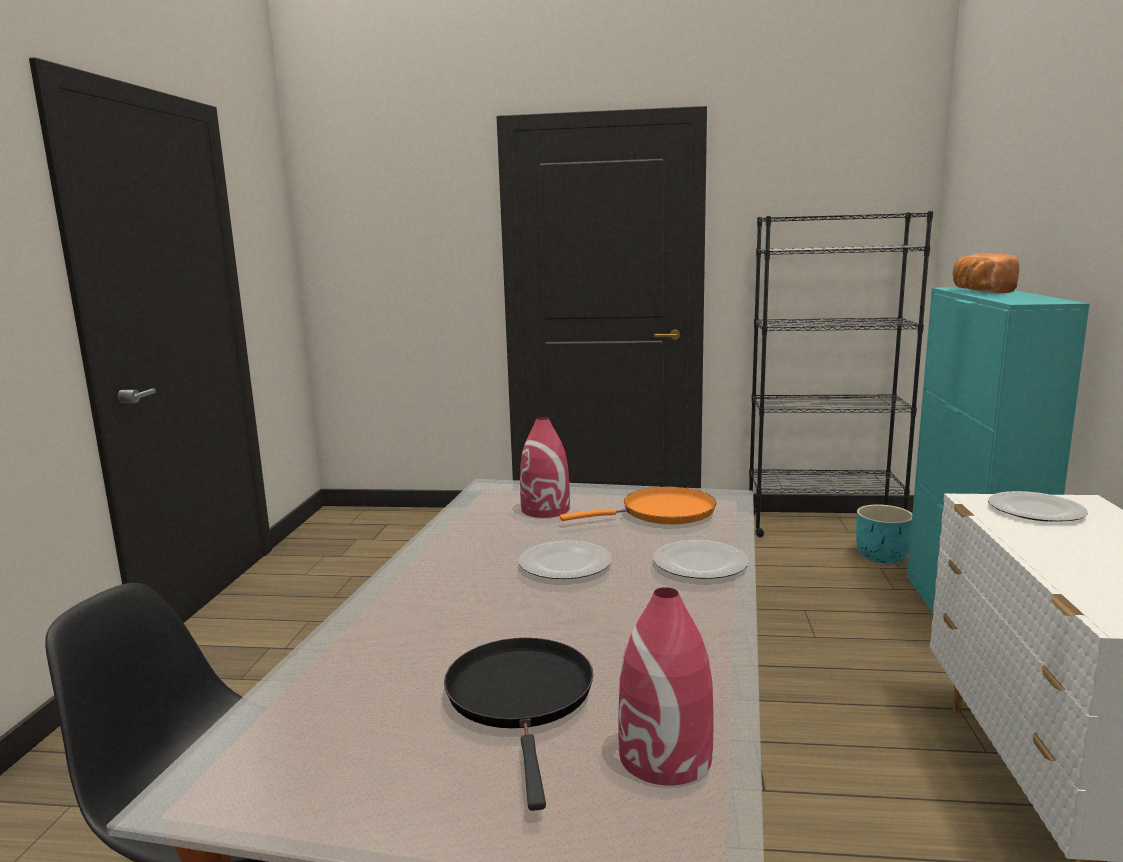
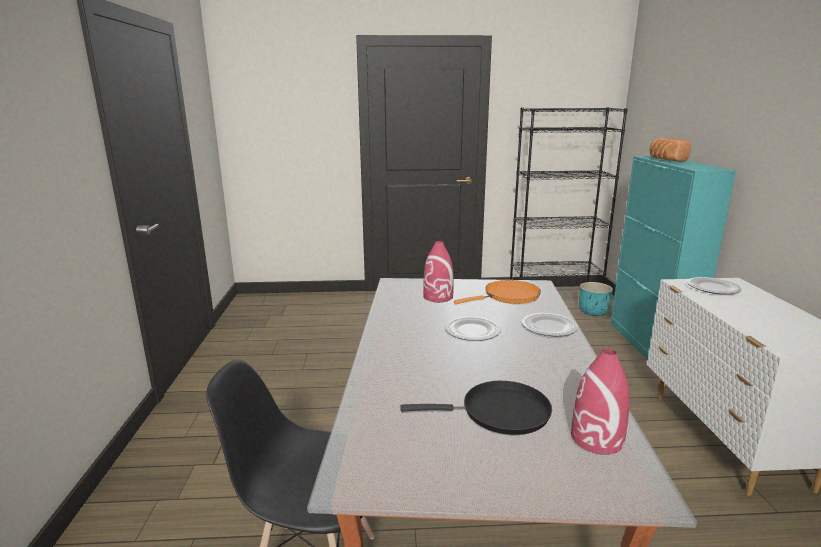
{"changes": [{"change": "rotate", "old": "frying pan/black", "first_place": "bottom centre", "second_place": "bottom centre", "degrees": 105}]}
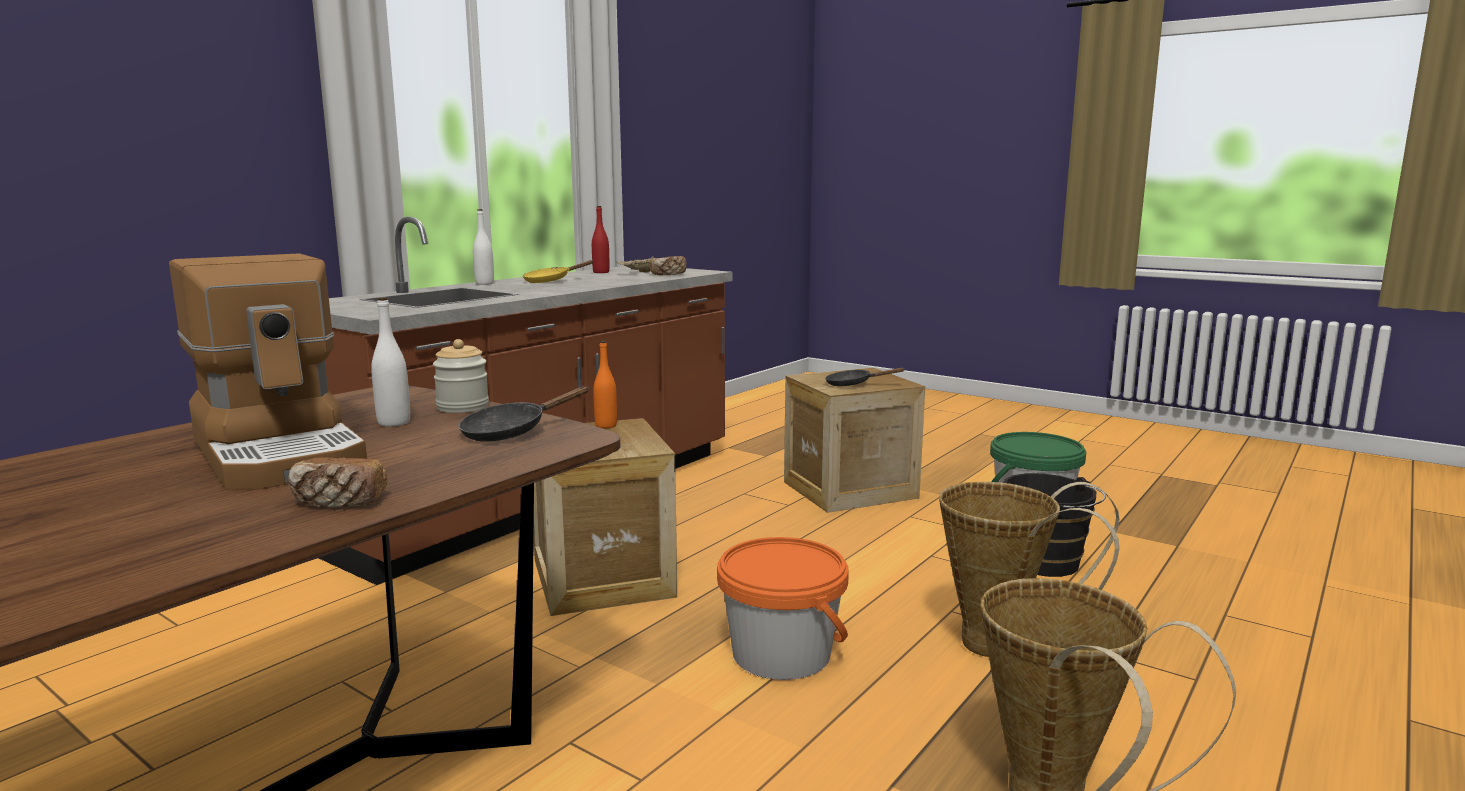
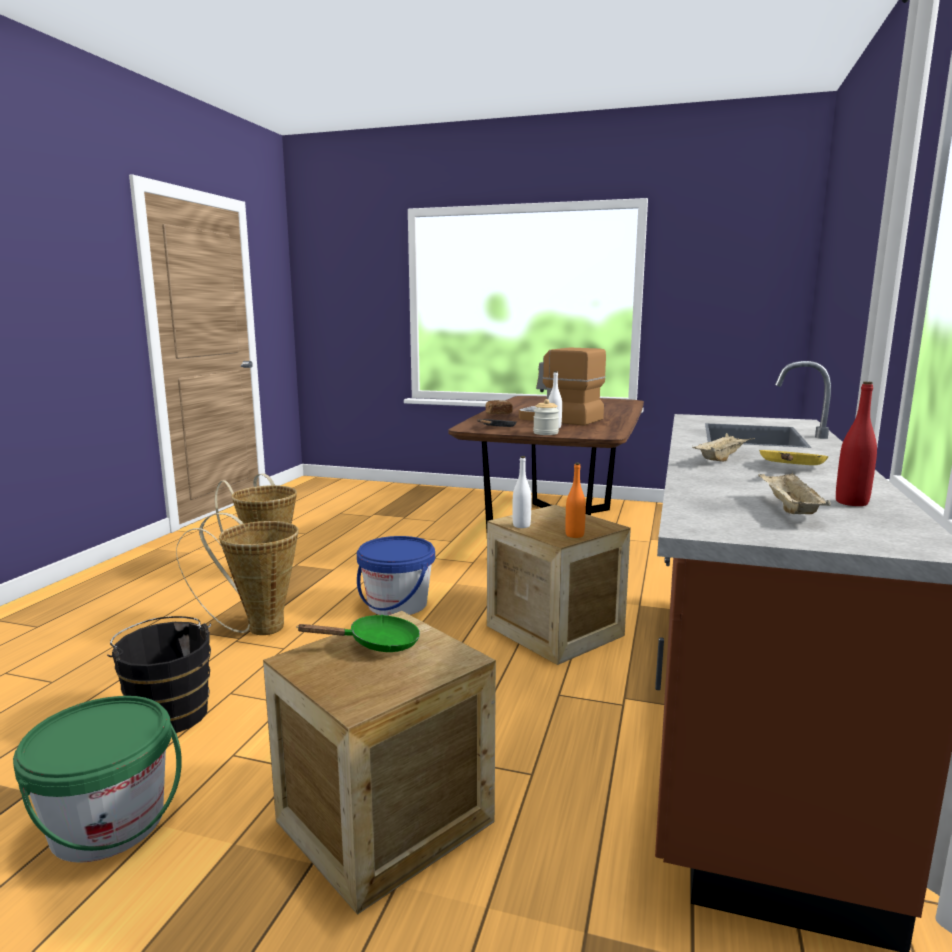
{"changes": [{"change": "delete", "old": "bakery bread (2nd from left)", "first_place": "centre"}, {"change": "insert", "new": "serving tray/beige-coloured (1st from left)", "second_place": "middle right"}, {"change": "move", "old": "drink bottle/white-coloured (2nd from left in the first image)", "new": "drink bottle/white-coloured (1st from left)", "first_place": "top left", "second_place": "centre"}, {"change": "recolor", "old": "pail/orangey", "new": "pail/blue", "first_place": "bottom centre", "second_place": "centre"}, {"change": "recolor", "old": "frying pan/black (2nd from left)", "new": "frying pan/green", "first_place": "centre", "second_place": "centre"}]}
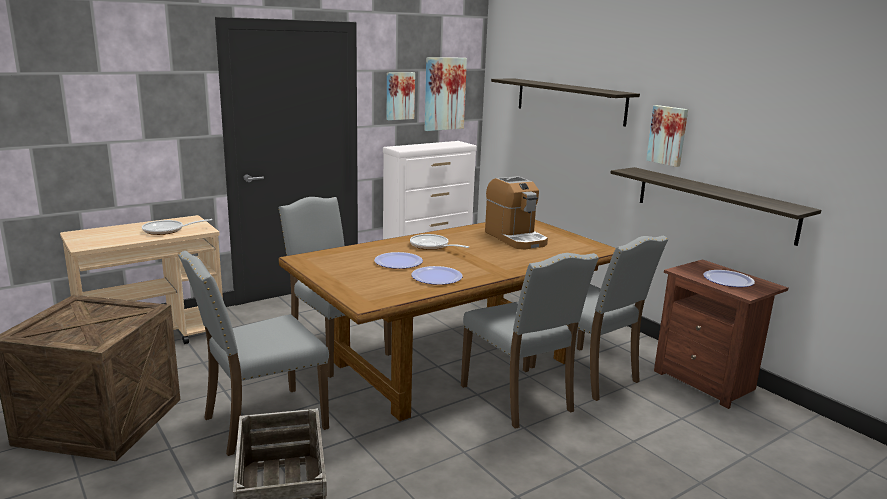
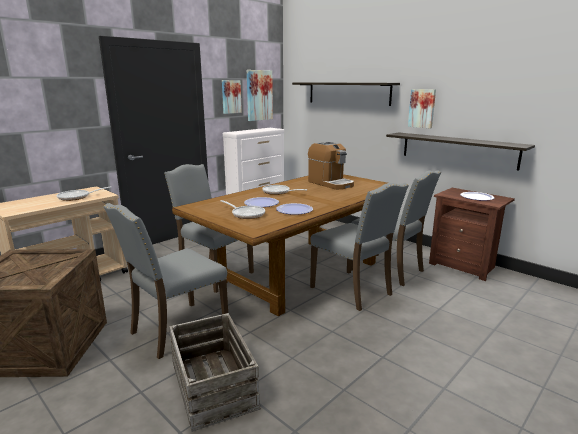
{"changes": [{"change": "insert", "new": "frying pan (2nd from left)", "second_place": "centre"}]}
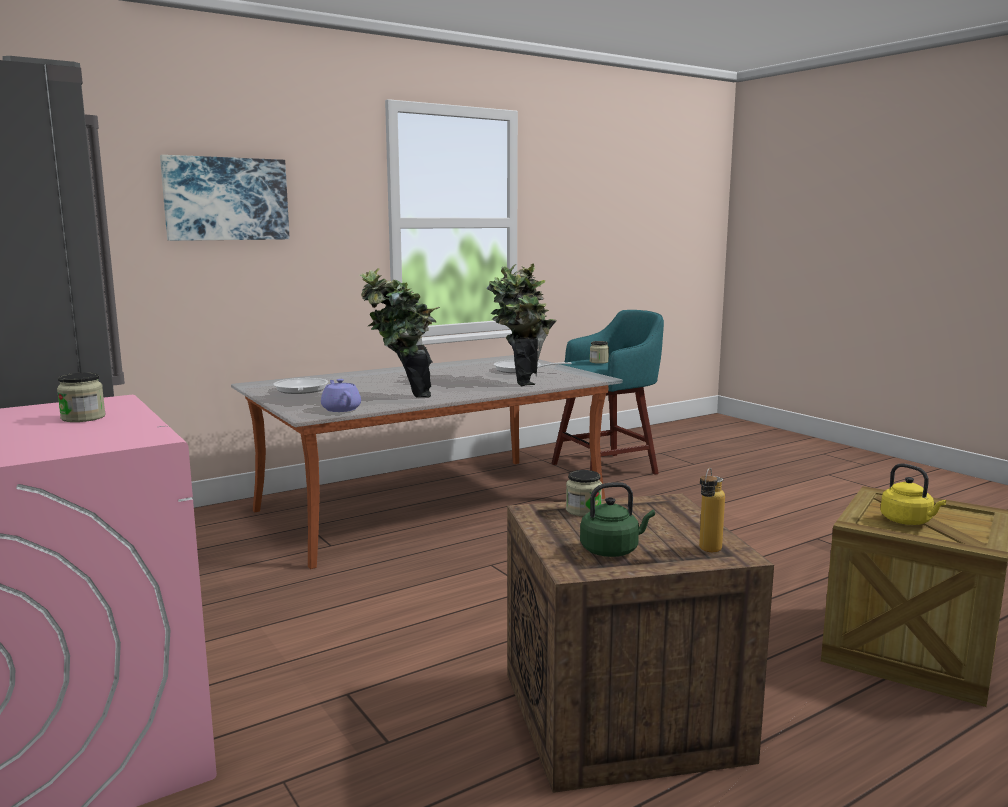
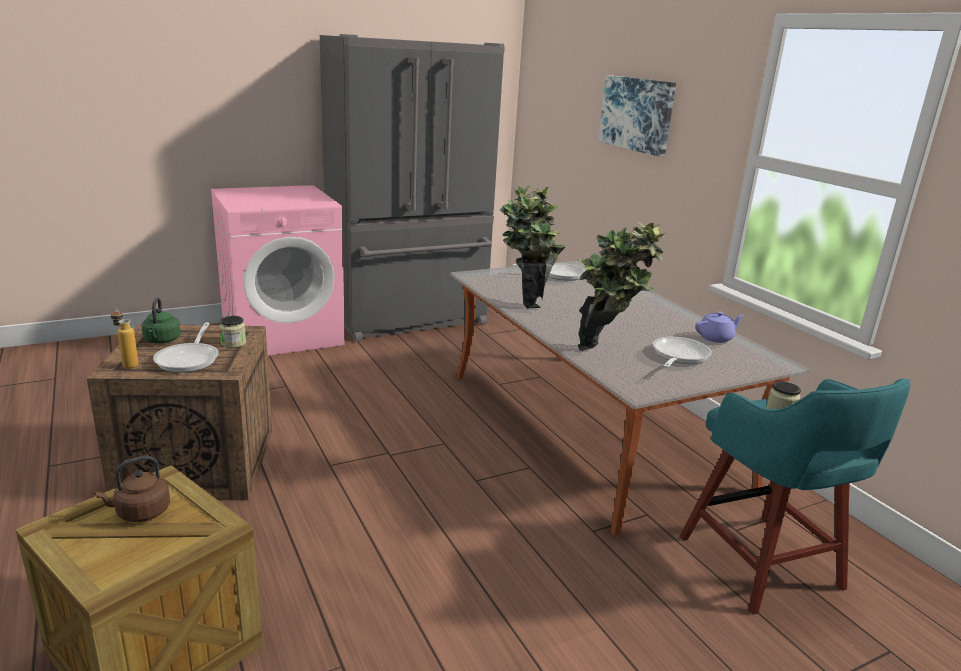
{"changes": [{"change": "delete", "old": "preserve jar (1st from left)", "first_place": "middle left"}, {"change": "insert", "new": "frying pan (1st from left)", "second_place": "middle left"}, {"change": "move", "old": "tea pot/purplish", "first_place": "centre", "second_place": "middle right"}, {"change": "recolor", "old": "kettle/yellow-coloured", "new": "kettle/brown", "first_place": "middle right", "second_place": "bottom left"}]}
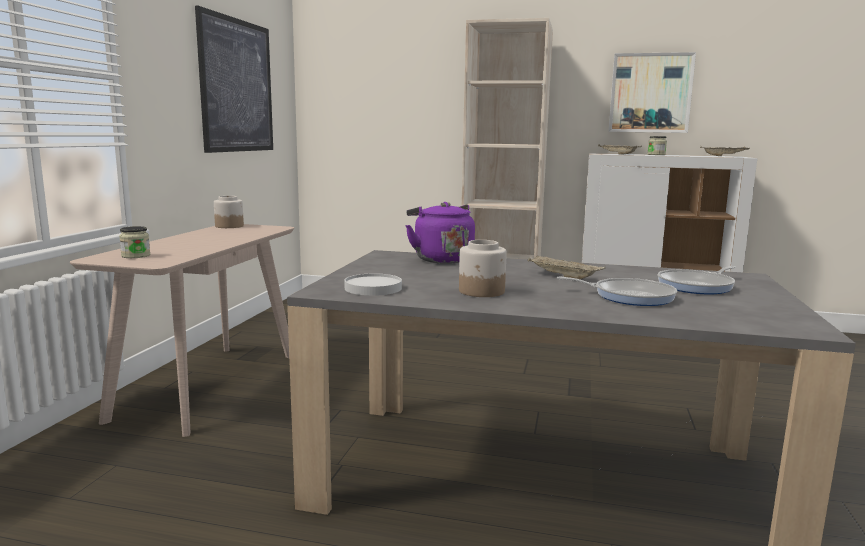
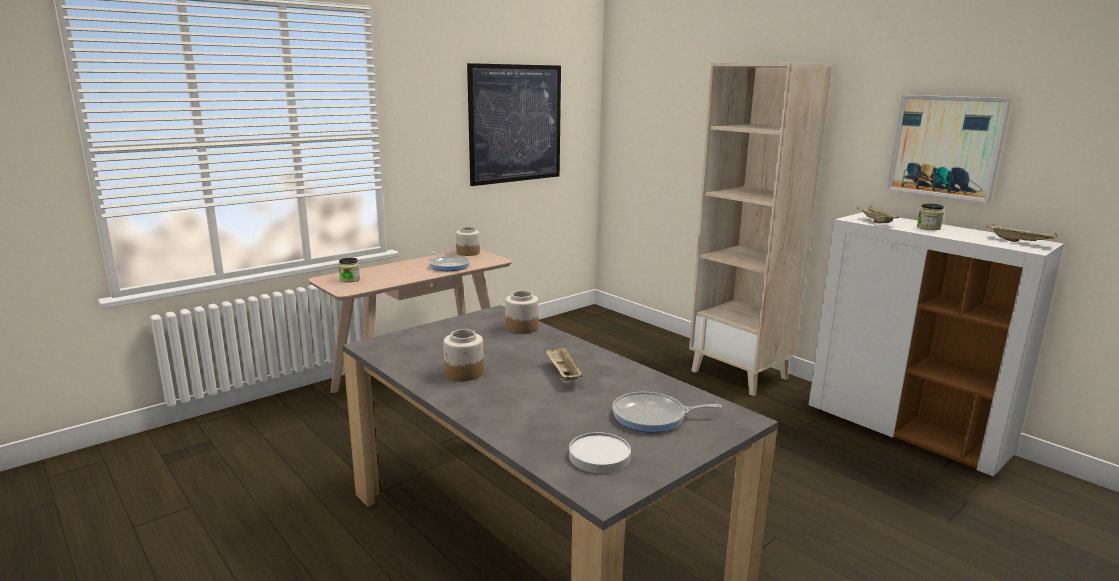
{"changes": [{"change": "move", "old": "plate/white-coloured", "first_place": "centre", "second_place": "bottom centre"}, {"change": "move", "old": "frying pan (1st from left)", "first_place": "middle right", "second_place": "centre"}, {"change": "replace", "old": "kettle/purplish", "new": "preserve jar (4th from left)", "first_place": "centre", "second_place": "centre"}]}
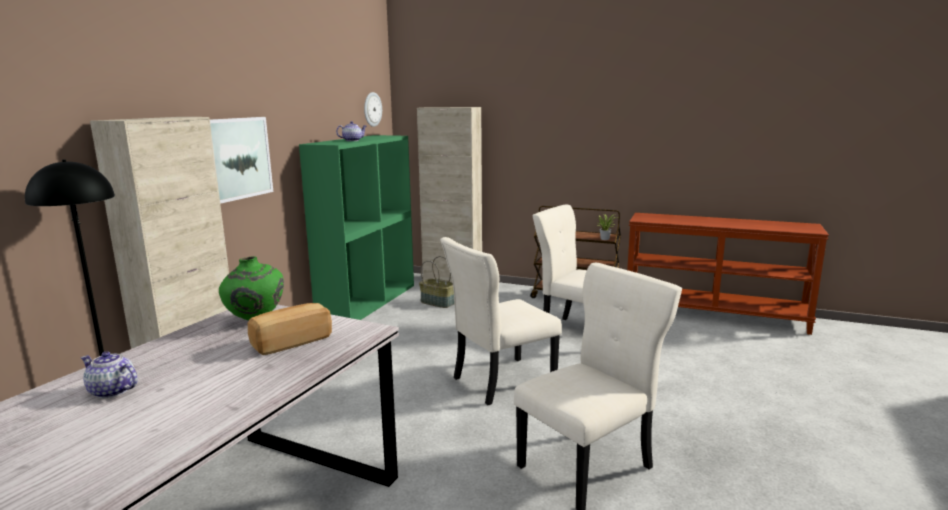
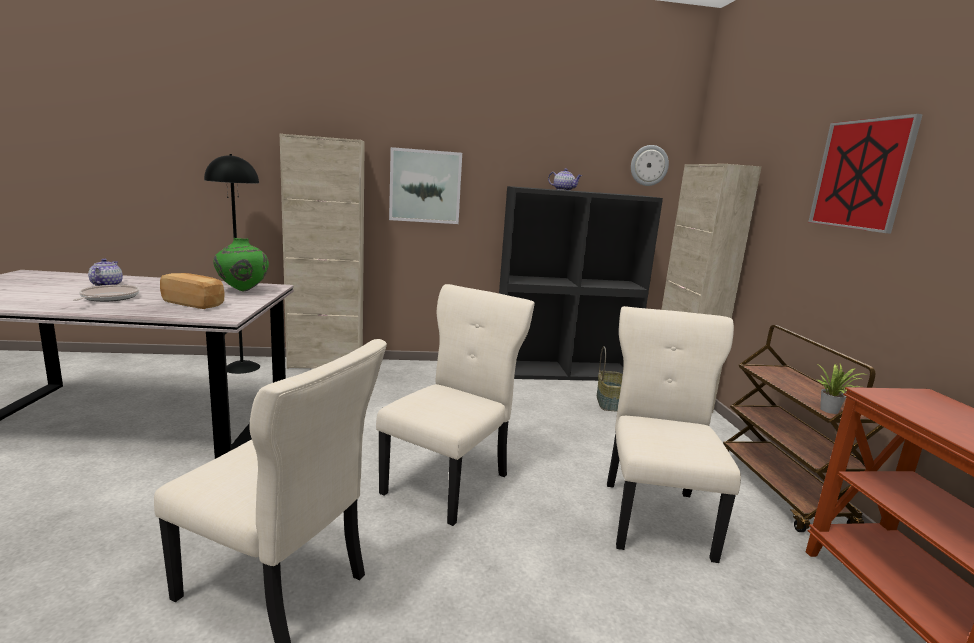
{"changes": [{"change": "insert", "new": "frying pan", "second_place": "middle left"}, {"change": "insert", "new": "wall picture (2nd from left)", "second_place": "top right"}, {"change": "recolor", "old": "bookcase/green", "new": "bookcase/black", "first_place": "centre", "second_place": "centre"}, {"change": "rotate", "old": "plain chair/beige-coloured (1st from left in the first image)", "first_place": "centre", "second_place": "centre", "degrees": 90}]}
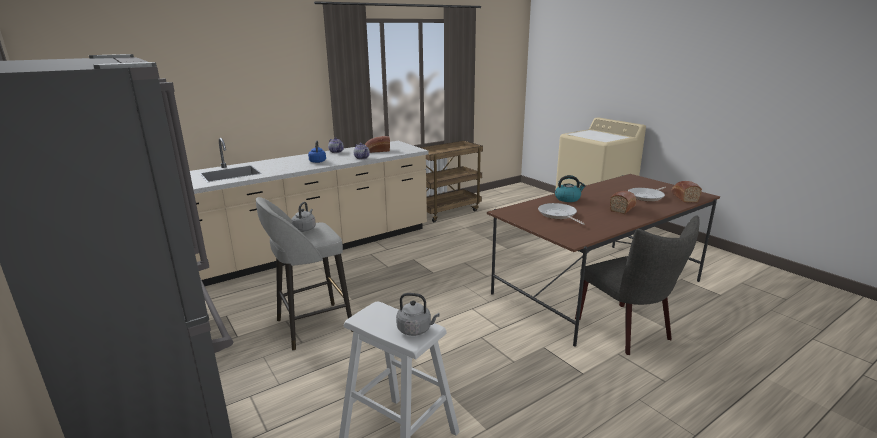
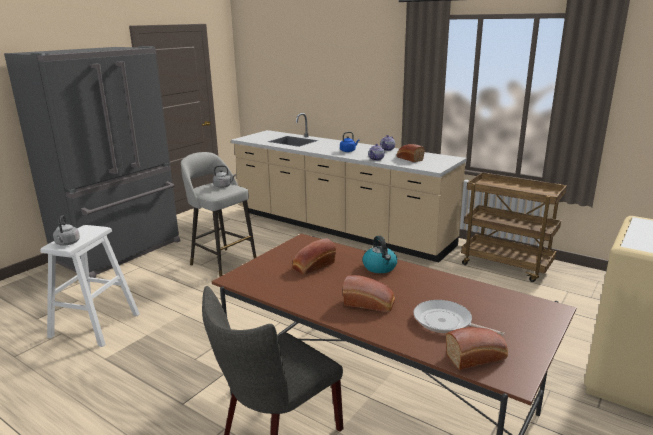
{"changes": [{"change": "replace", "old": "frying pan (1st from left)", "new": "bakery bread (1st from left)", "first_place": "centre", "second_place": "centre"}]}
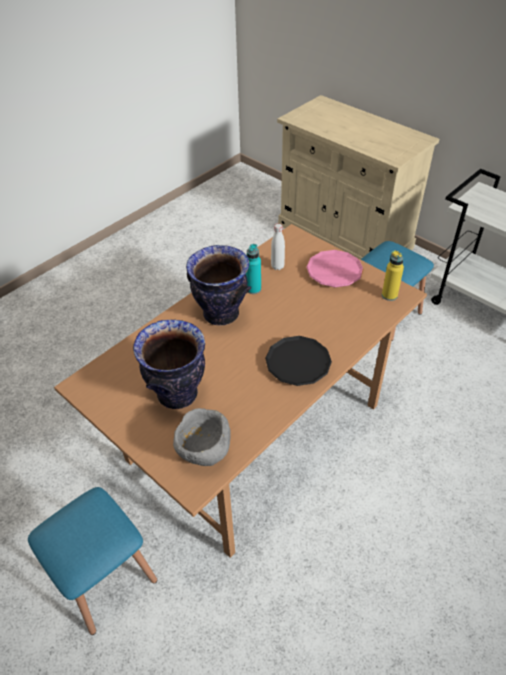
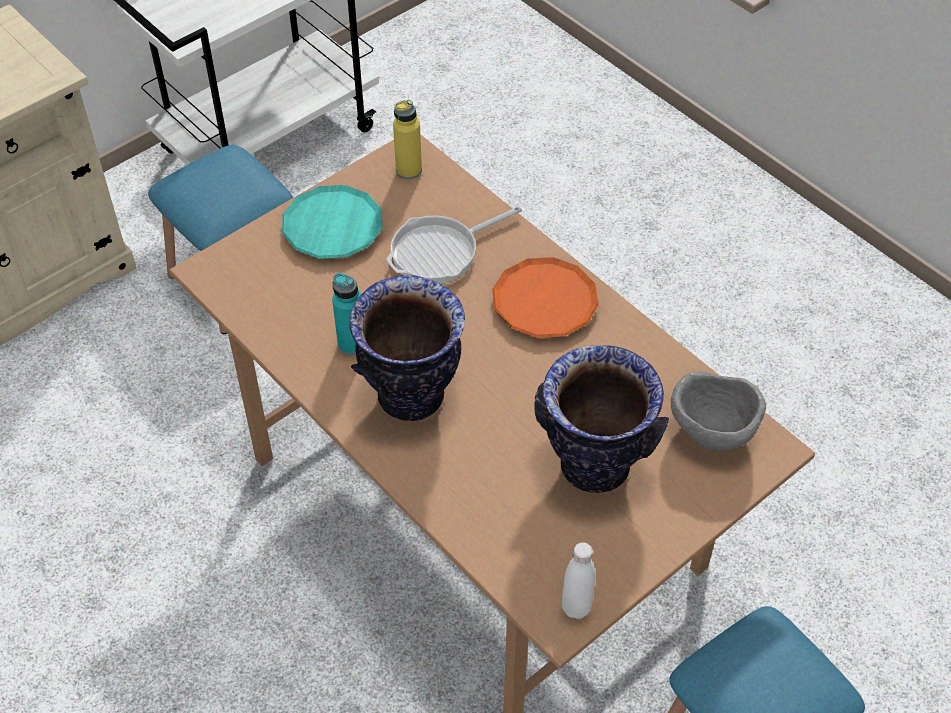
{"changes": [{"change": "insert", "new": "frying pan", "second_place": "centre"}, {"change": "move", "old": "drink bottle/white-coloured", "first_place": "centre", "second_place": "bottom centre"}, {"change": "recolor", "old": "plate/black", "new": "plate/orangey", "first_place": "centre", "second_place": "centre"}, {"change": "recolor", "old": "plate/pink", "new": "plate/blue-green", "first_place": "centre", "second_place": "top centre"}]}
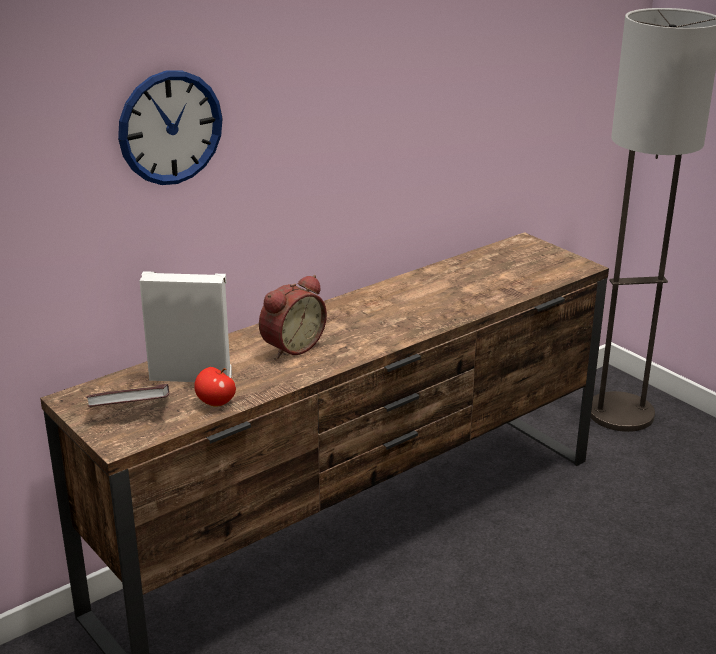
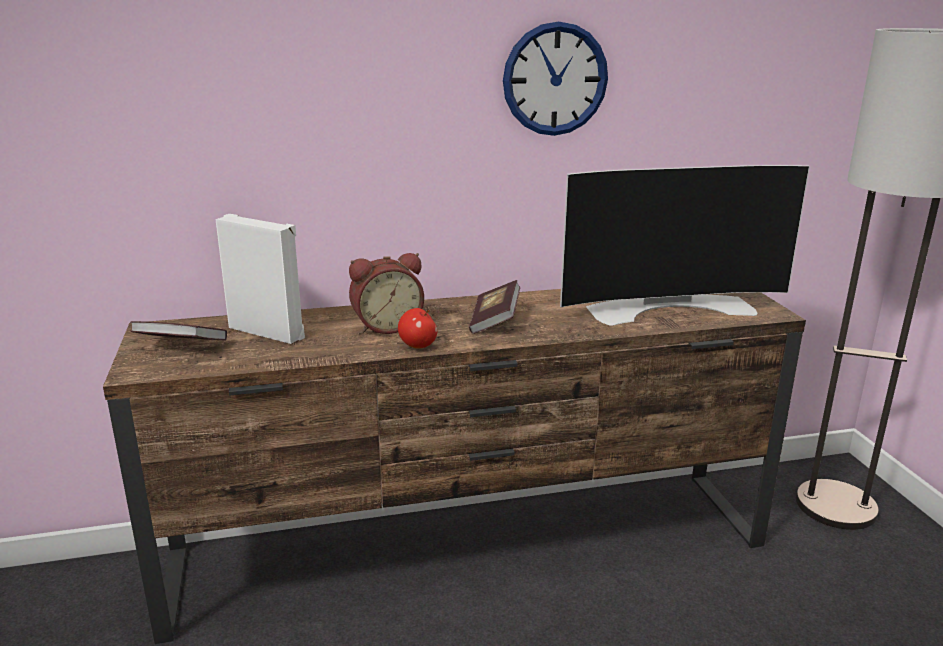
{"changes": [{"change": "insert", "new": "book (2nd from left)", "second_place": "centre"}, {"change": "insert", "new": "TV", "second_place": "middle right"}, {"change": "move", "old": "wall clock", "first_place": "top left", "second_place": "top centre"}, {"change": "move", "old": "whole apple", "first_place": "middle left", "second_place": "centre"}]}
